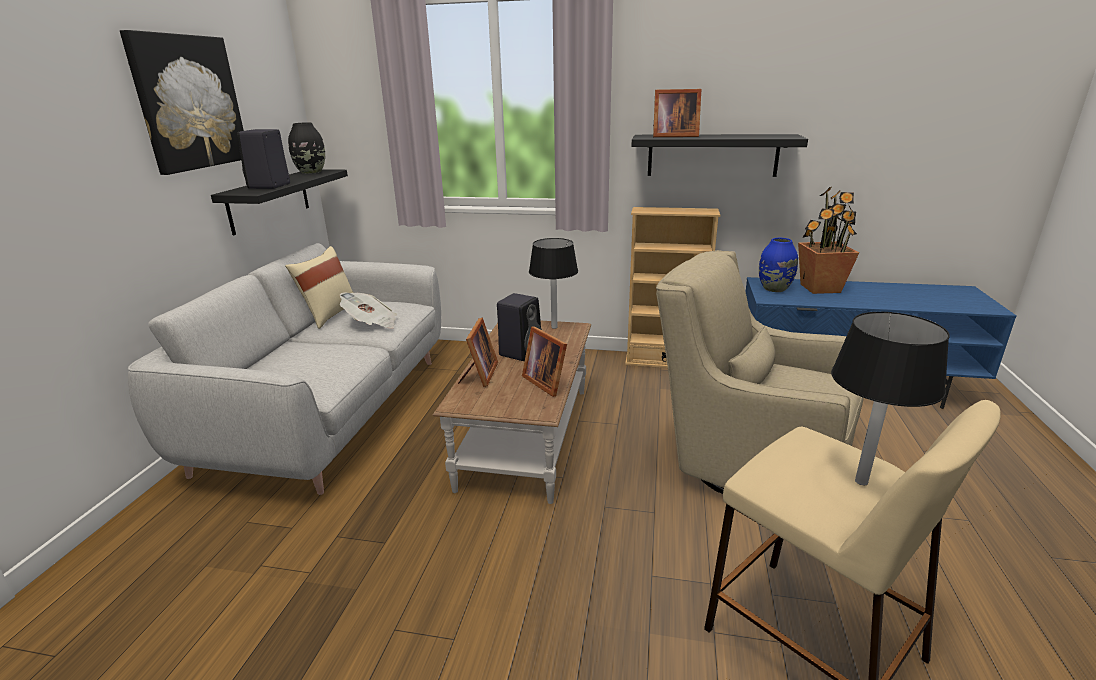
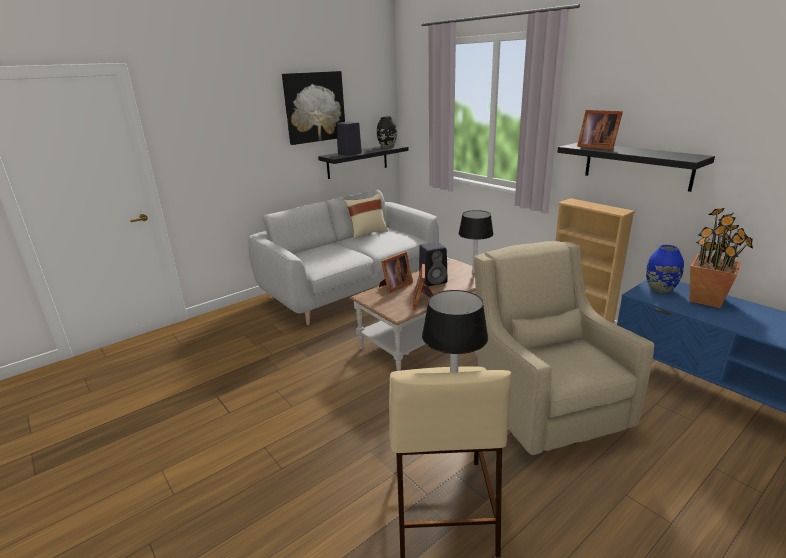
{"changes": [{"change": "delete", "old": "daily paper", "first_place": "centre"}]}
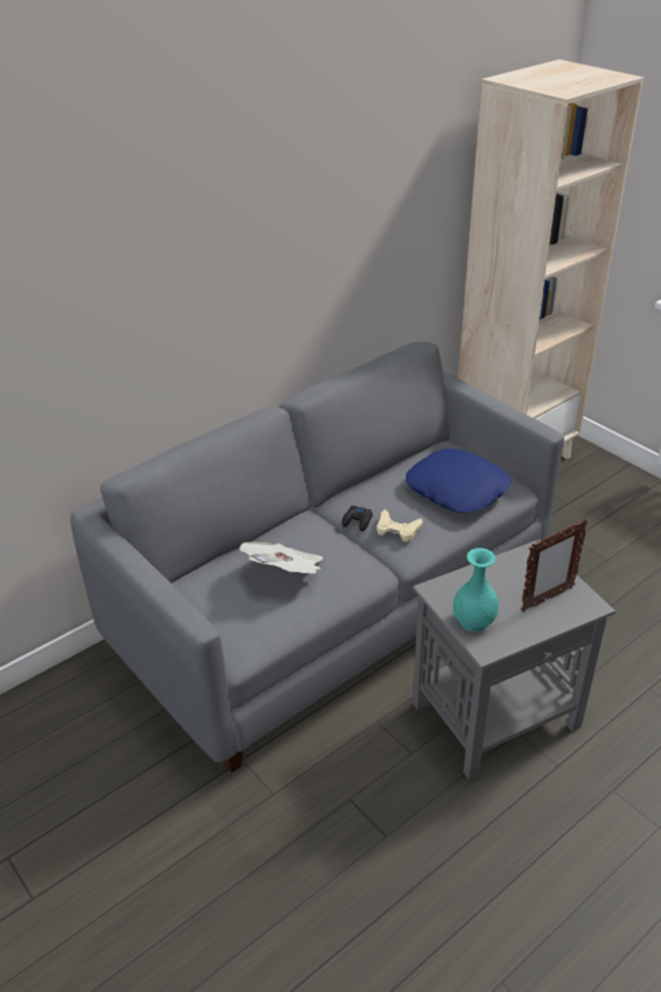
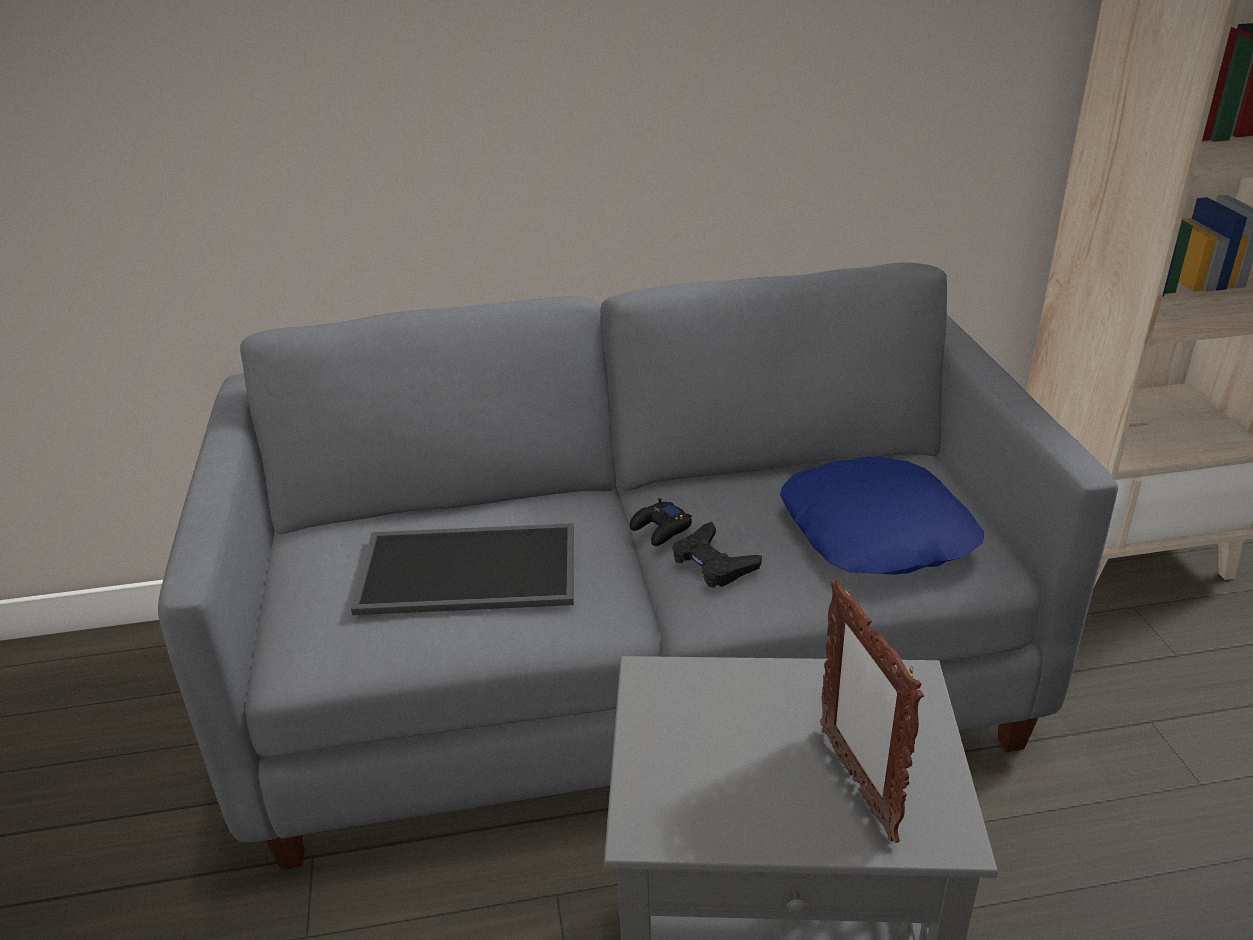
{"changes": [{"change": "delete", "old": "vase/blue-green", "first_place": "middle right"}, {"change": "replace", "old": "daily paper", "new": "serving tray", "first_place": "centre", "second_place": "centre"}, {"change": "recolor", "old": "game controller/beige-coloured", "new": "game controller/black (2nd from left)", "first_place": "centre", "second_place": "centre"}, {"change": "rotate", "old": "photo frame", "first_place": "middle right", "second_place": "bottom right", "degrees": 75}]}
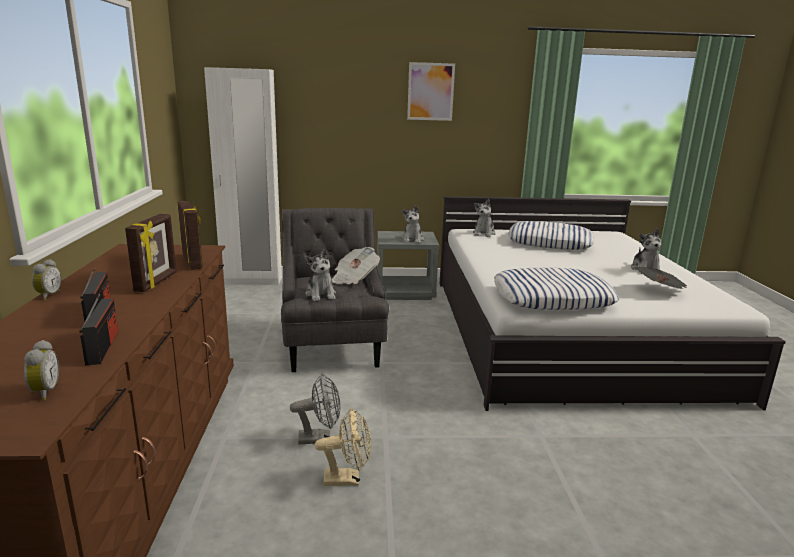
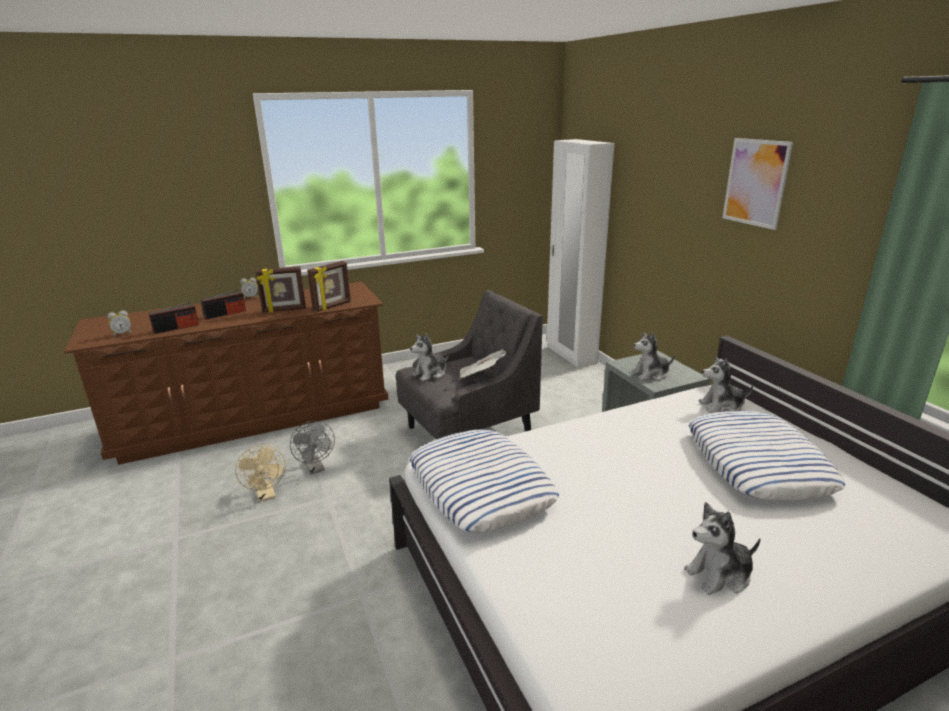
{"changes": [{"change": "delete", "old": "daily paper (2nd from left)", "first_place": "middle right"}]}
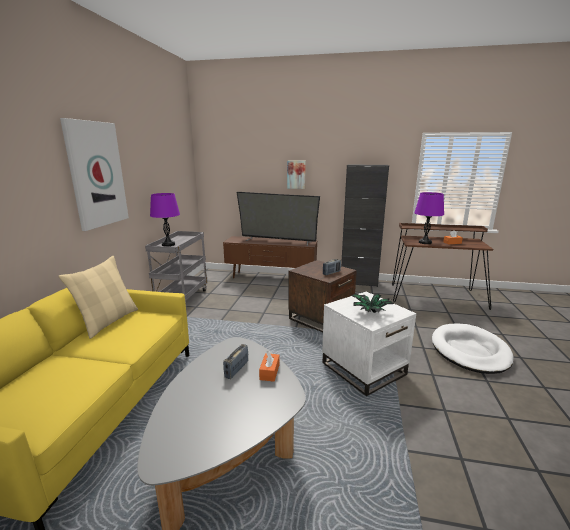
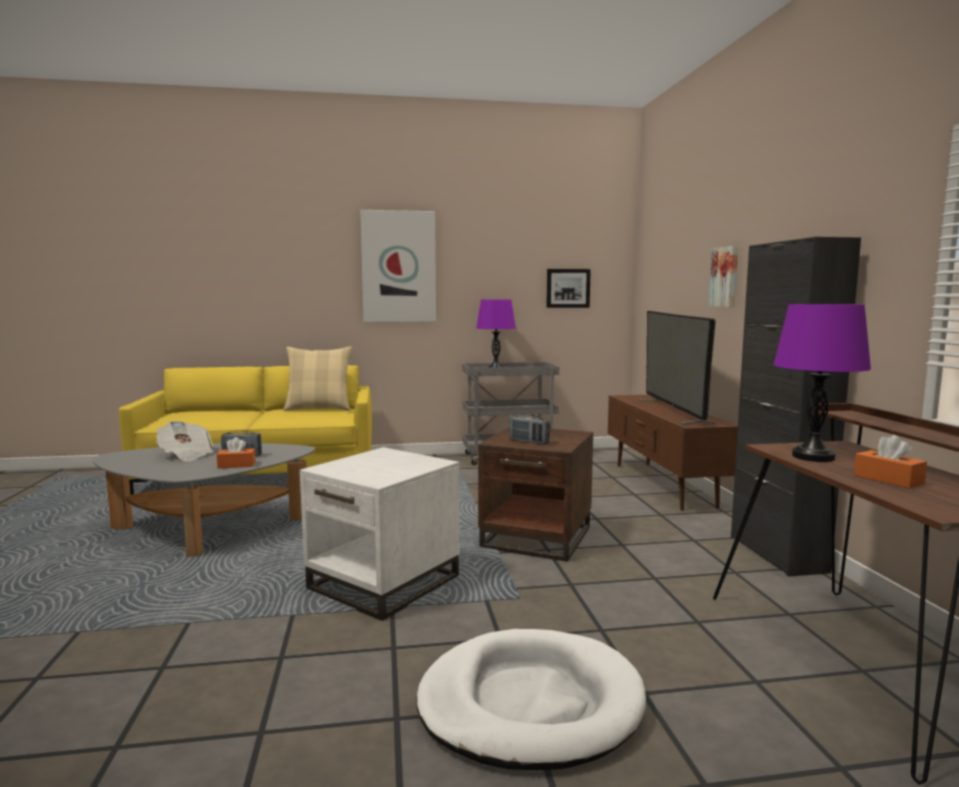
{"changes": [{"change": "delete", "old": "potted plant", "first_place": "centre"}, {"change": "insert", "new": "daily paper", "second_place": "middle left"}, {"change": "insert", "new": "wall picture (2nd from left)", "second_place": "centre"}]}
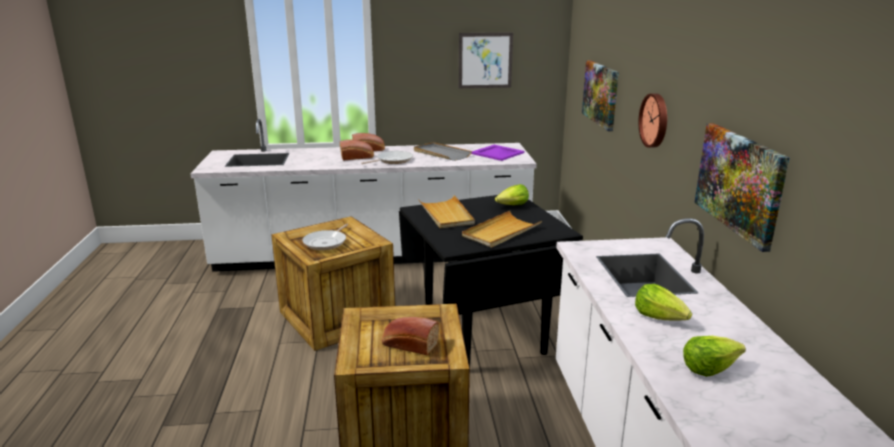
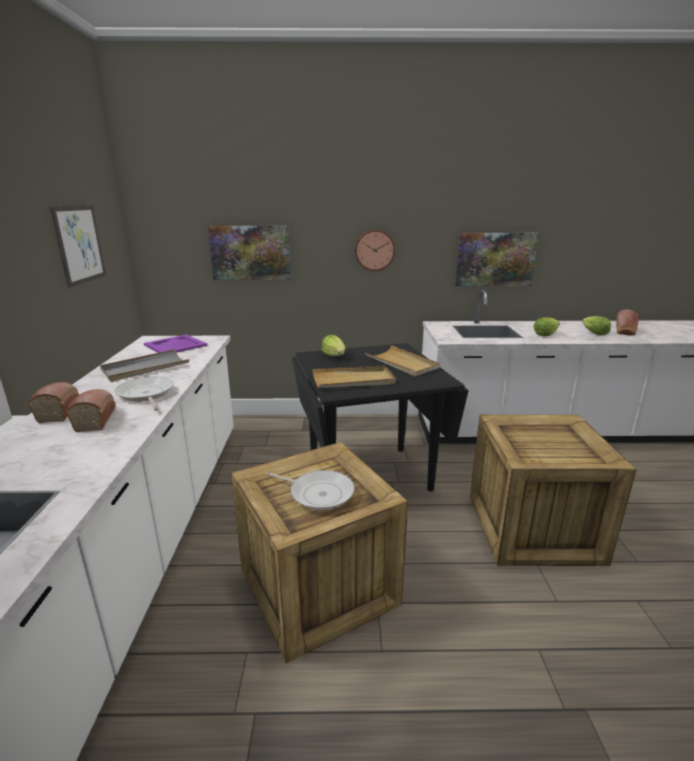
{"changes": [{"change": "move", "old": "bakery bread (3rd from left)", "first_place": "bottom centre", "second_place": "middle right"}]}
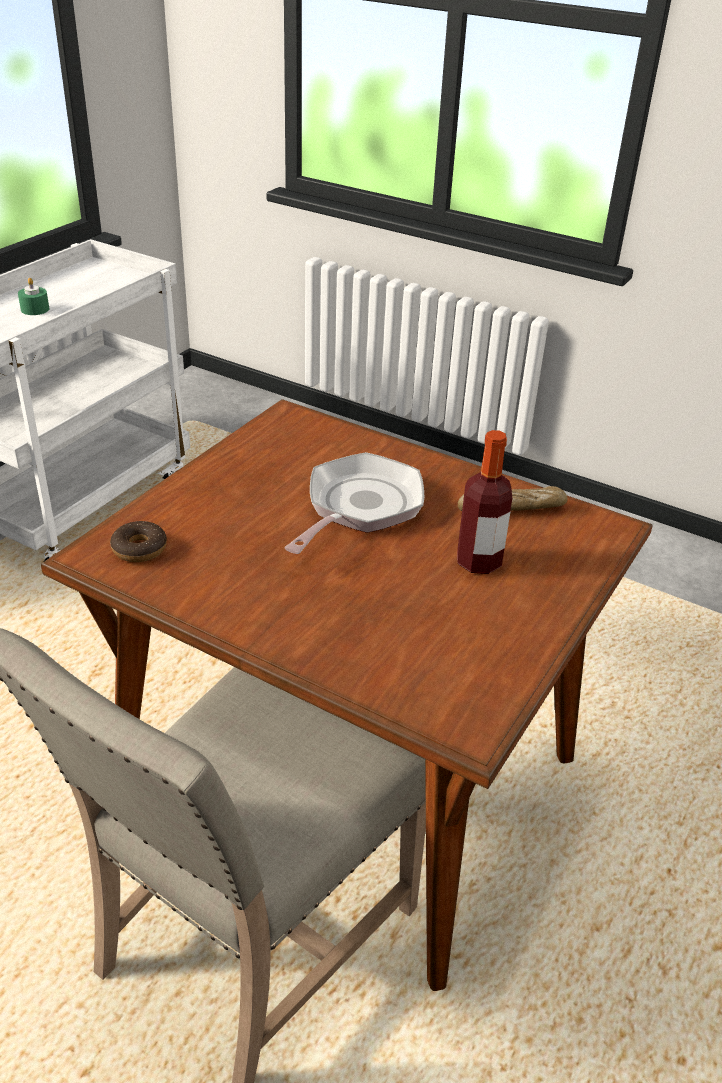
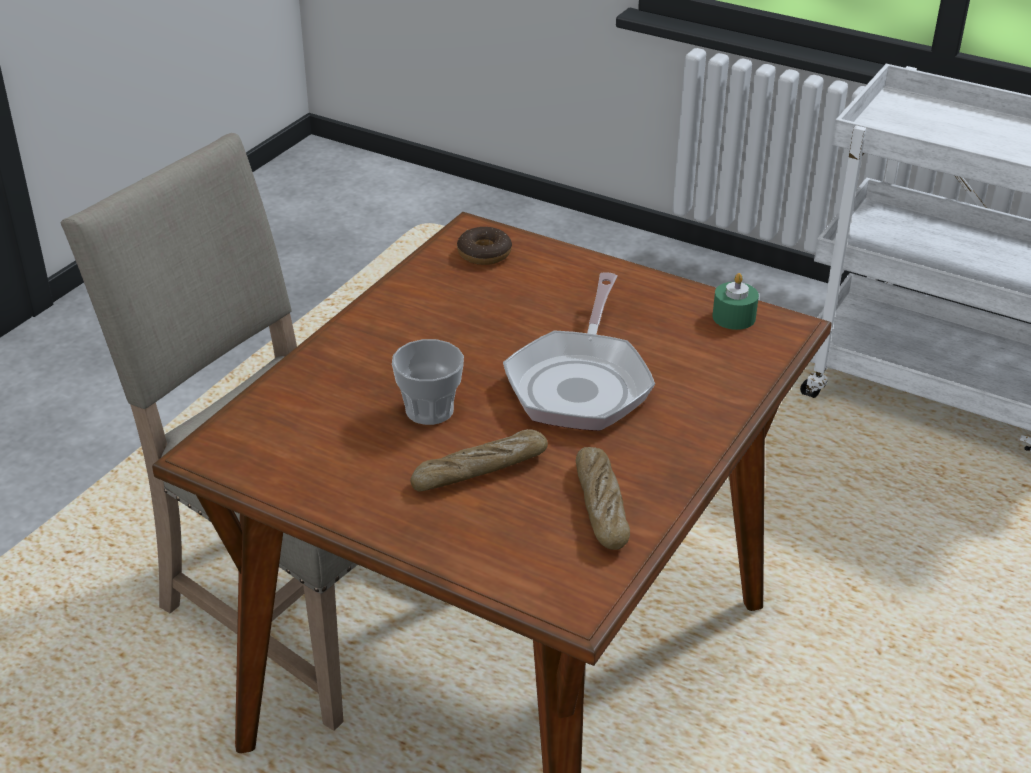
{"changes": [{"change": "insert", "new": "small cup", "second_place": "centre"}, {"change": "move", "old": "wax light/green", "first_place": "top left", "second_place": "middle right"}, {"change": "replace", "old": "drink bottle", "new": "bakery bread (1st from left)", "first_place": "middle right", "second_place": "centre"}, {"change": "rotate", "old": "frying pan", "first_place": "centre", "second_place": "centre", "degrees": 75}]}
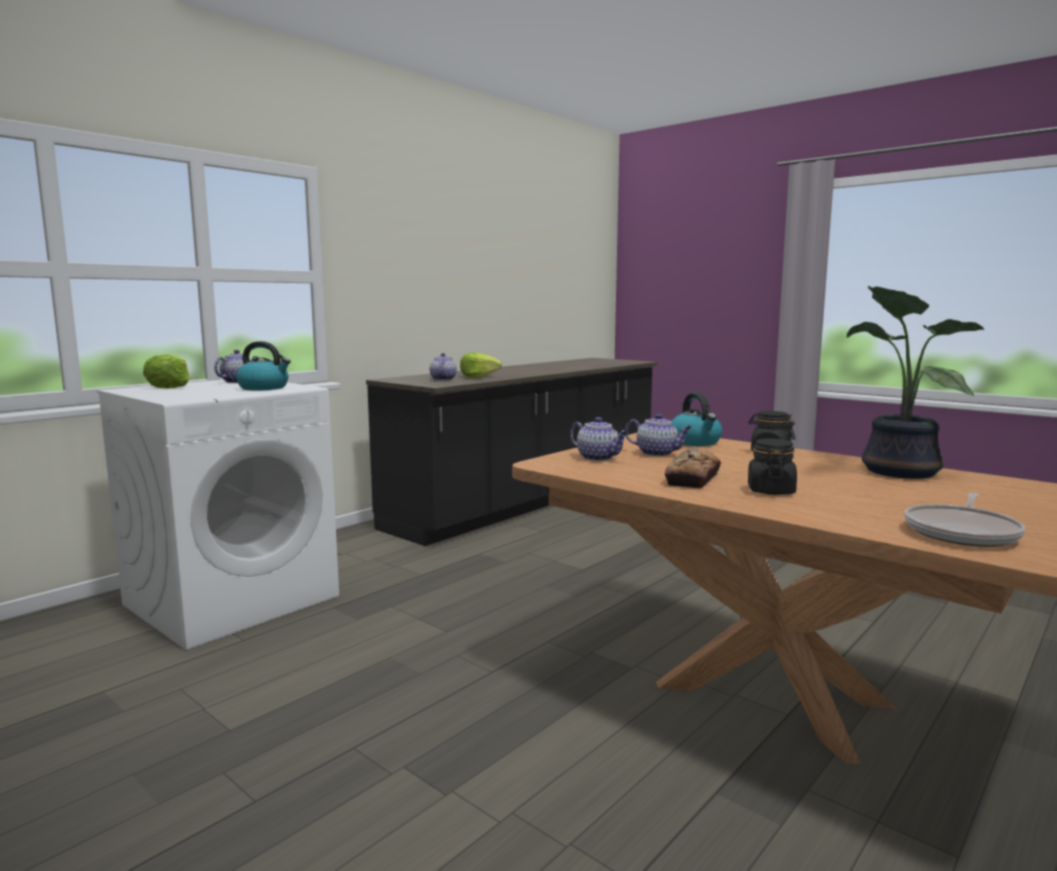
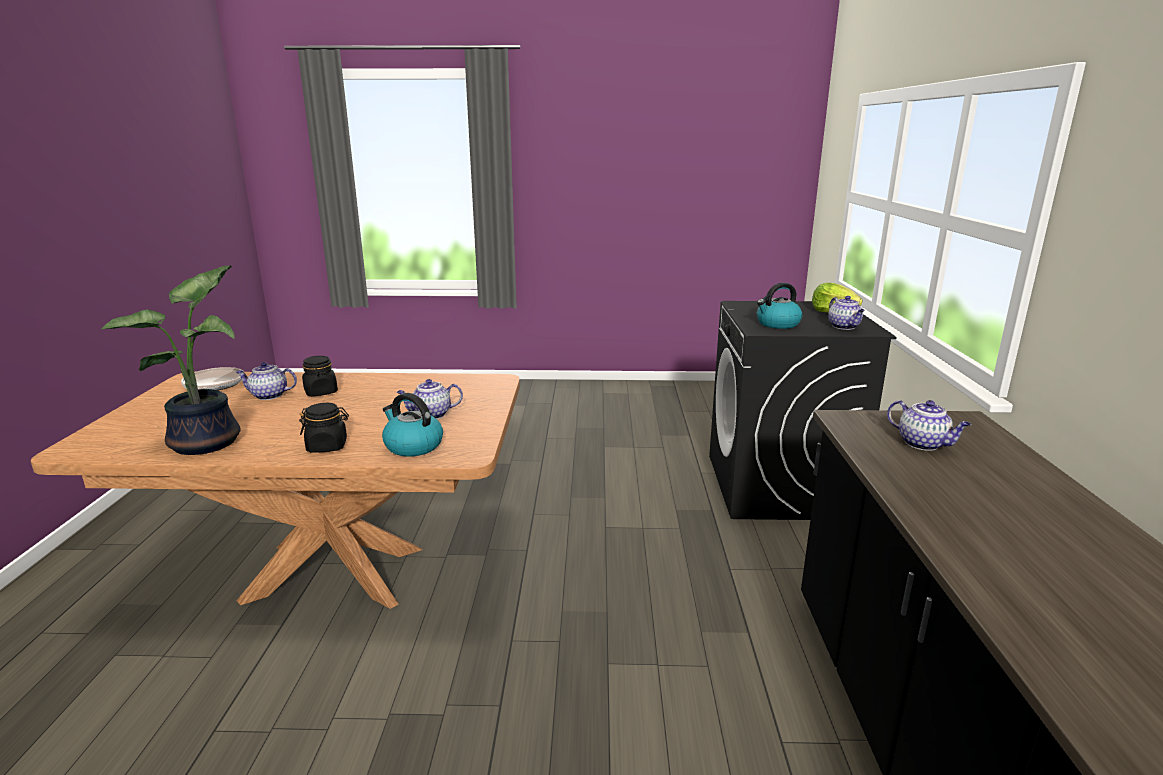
{"changes": [{"change": "delete", "old": "lettuce head (2nd from left)", "first_place": "centre"}, {"change": "delete", "old": "bakery bread", "first_place": "centre"}, {"change": "move", "old": "tea pot (3rd from left in the first image)", "new": "tea pot (1st from left)", "first_place": "centre", "second_place": "middle left"}, {"change": "recolor", "old": "laundry appliance/white-coloured", "new": "laundry appliance/black", "first_place": "middle left", "second_place": "middle right"}]}
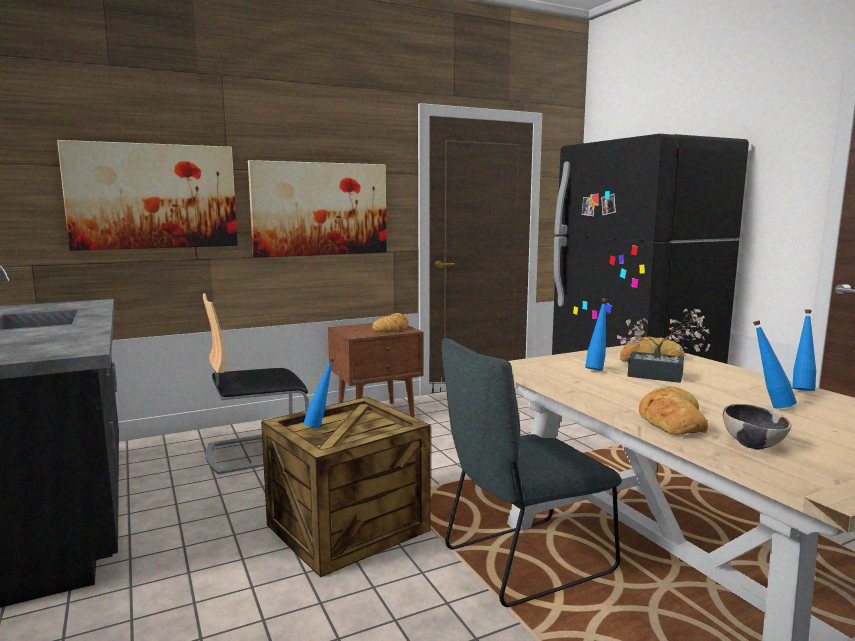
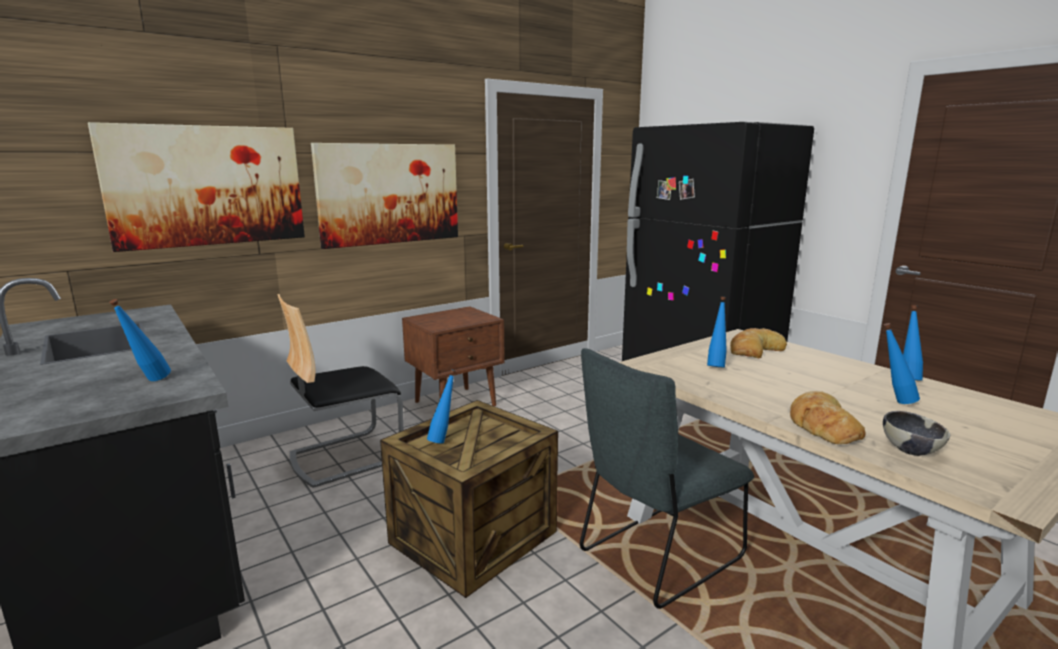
{"changes": [{"change": "delete", "old": "bakery bread (1st from left)", "first_place": "centre"}, {"change": "delete", "old": "potted plant", "first_place": "middle right"}, {"change": "insert", "new": "drink bottle/blue (1st from left)", "second_place": "middle left"}]}
